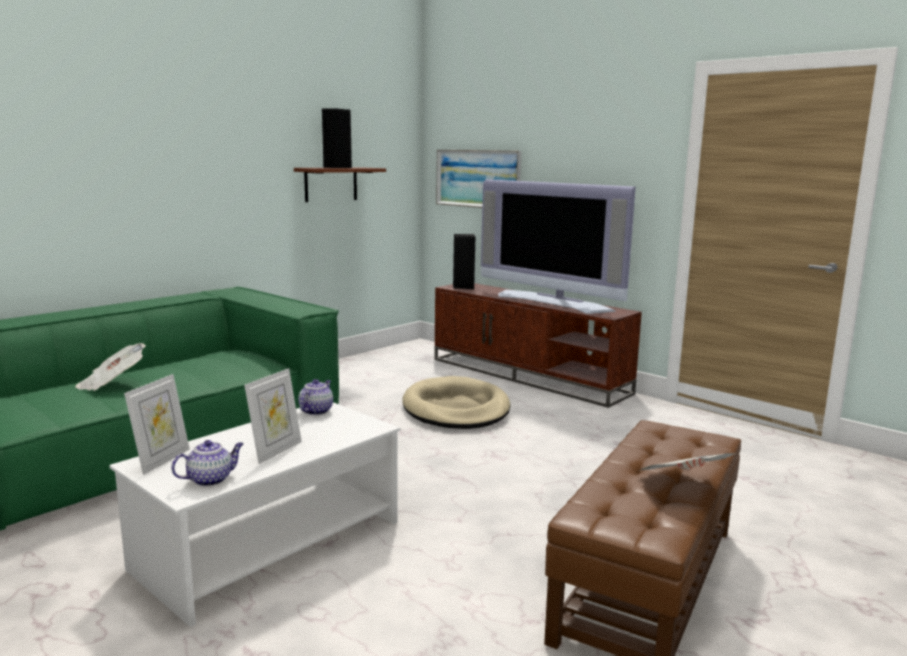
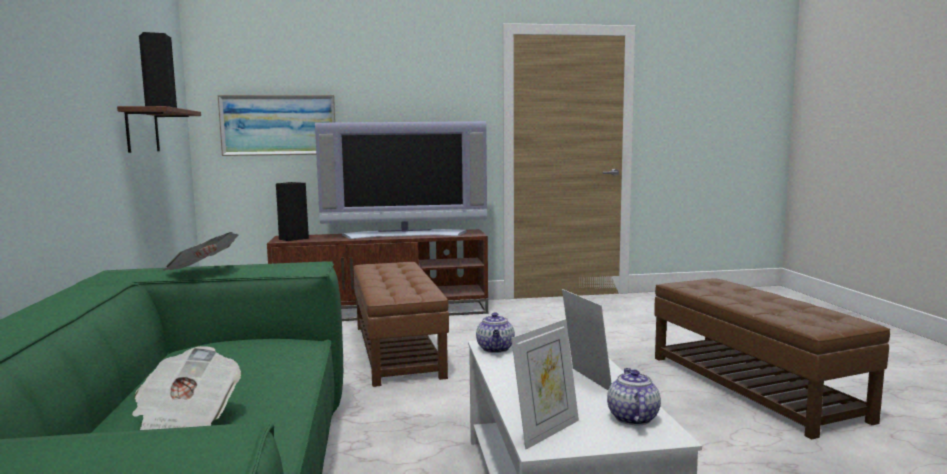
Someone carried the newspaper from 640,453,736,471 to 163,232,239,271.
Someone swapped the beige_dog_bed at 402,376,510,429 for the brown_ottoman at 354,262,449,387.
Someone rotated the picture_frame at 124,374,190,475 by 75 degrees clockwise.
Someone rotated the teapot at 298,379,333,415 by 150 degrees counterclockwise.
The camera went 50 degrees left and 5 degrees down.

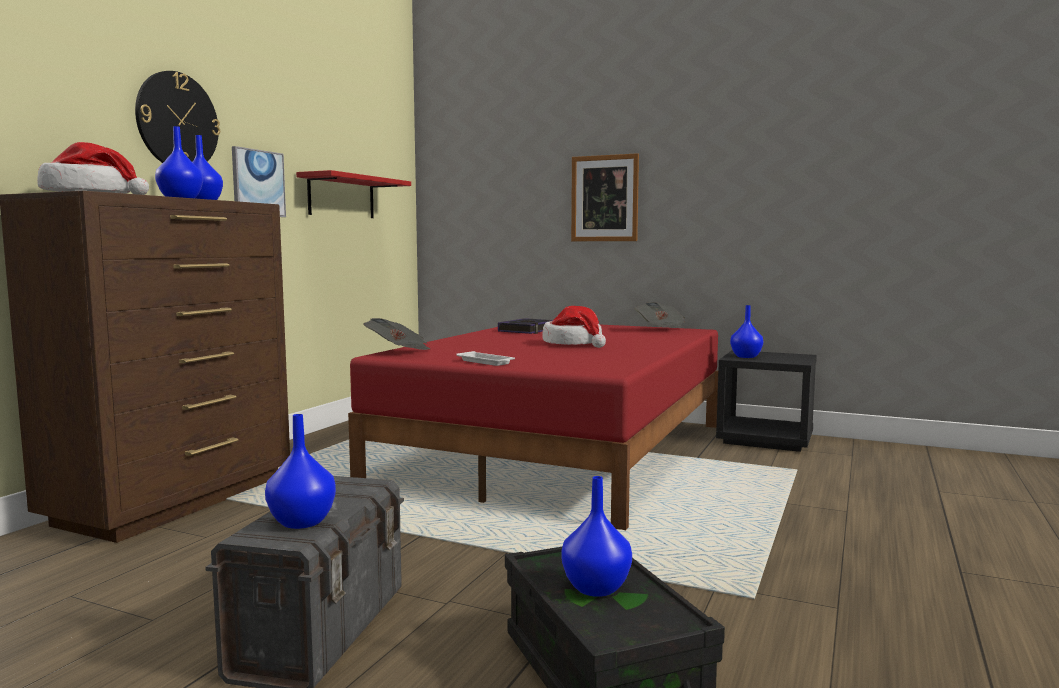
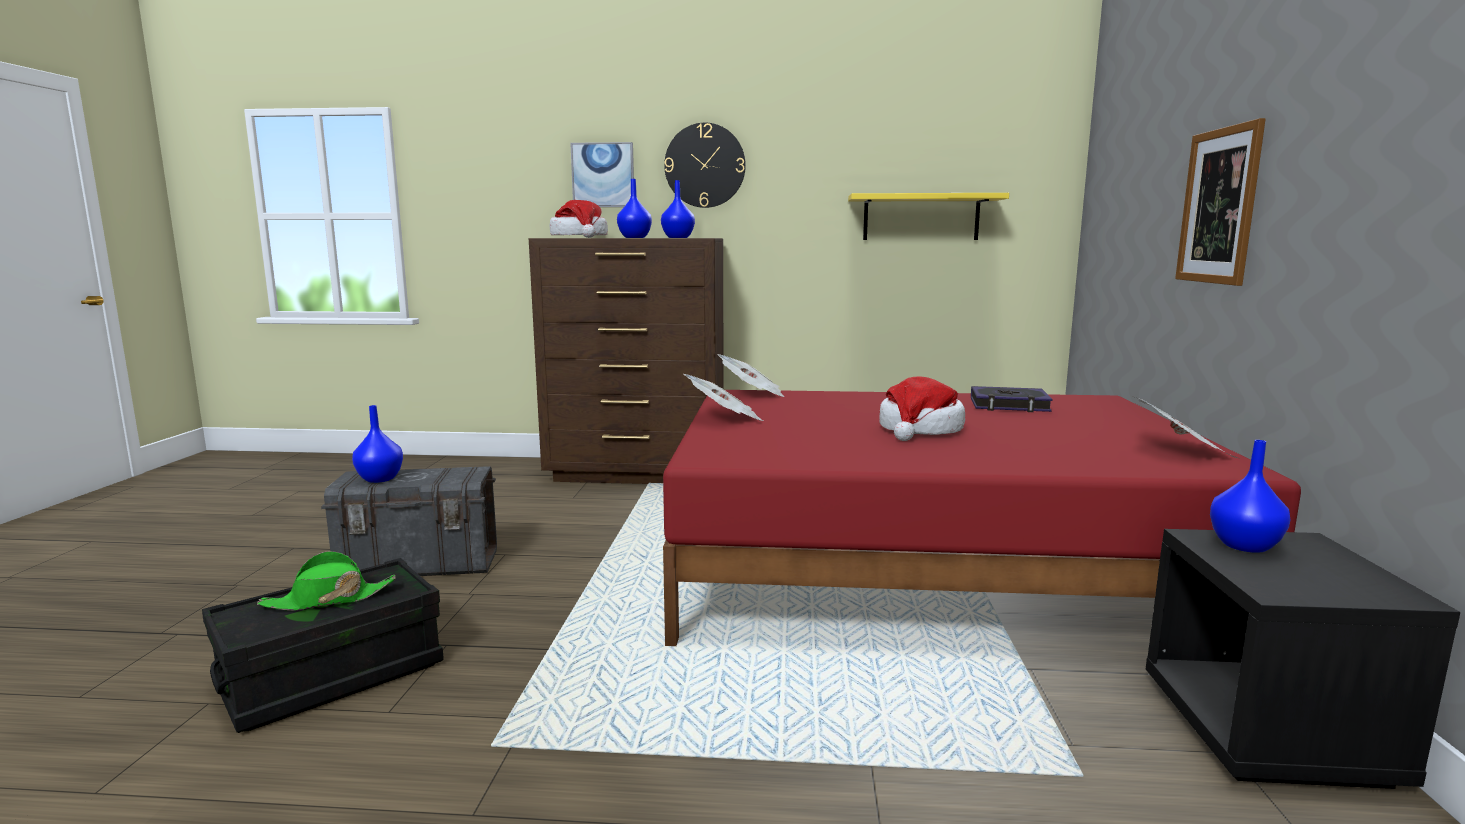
Someone carried the picture from 232,146,286,217 to 570,142,634,207.
Someone swapped the white_tray at 456,351,515,366 for the newspaper at 683,374,763,421.
Someone swapped the blue_vase at 561,476,632,597 for the green_hat at 257,551,396,611.
Someone repainted the red_shelf at 296,170,411,218, which became the yellow_shelf at 848,193,1009,240.
The camera went 70 degrees right and 5 degrees up.

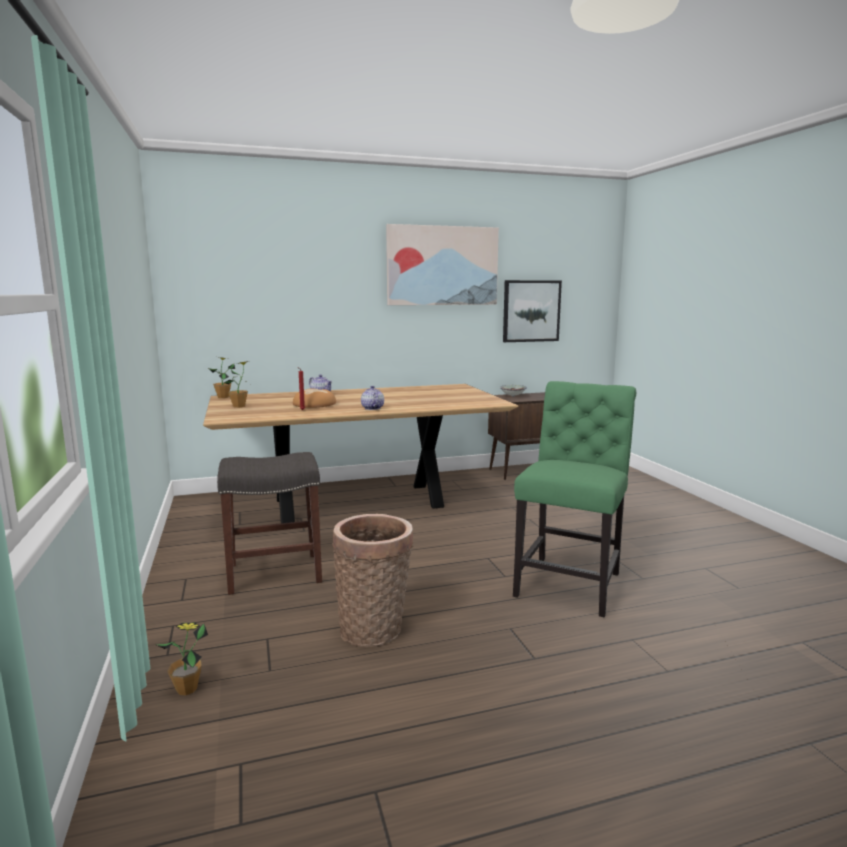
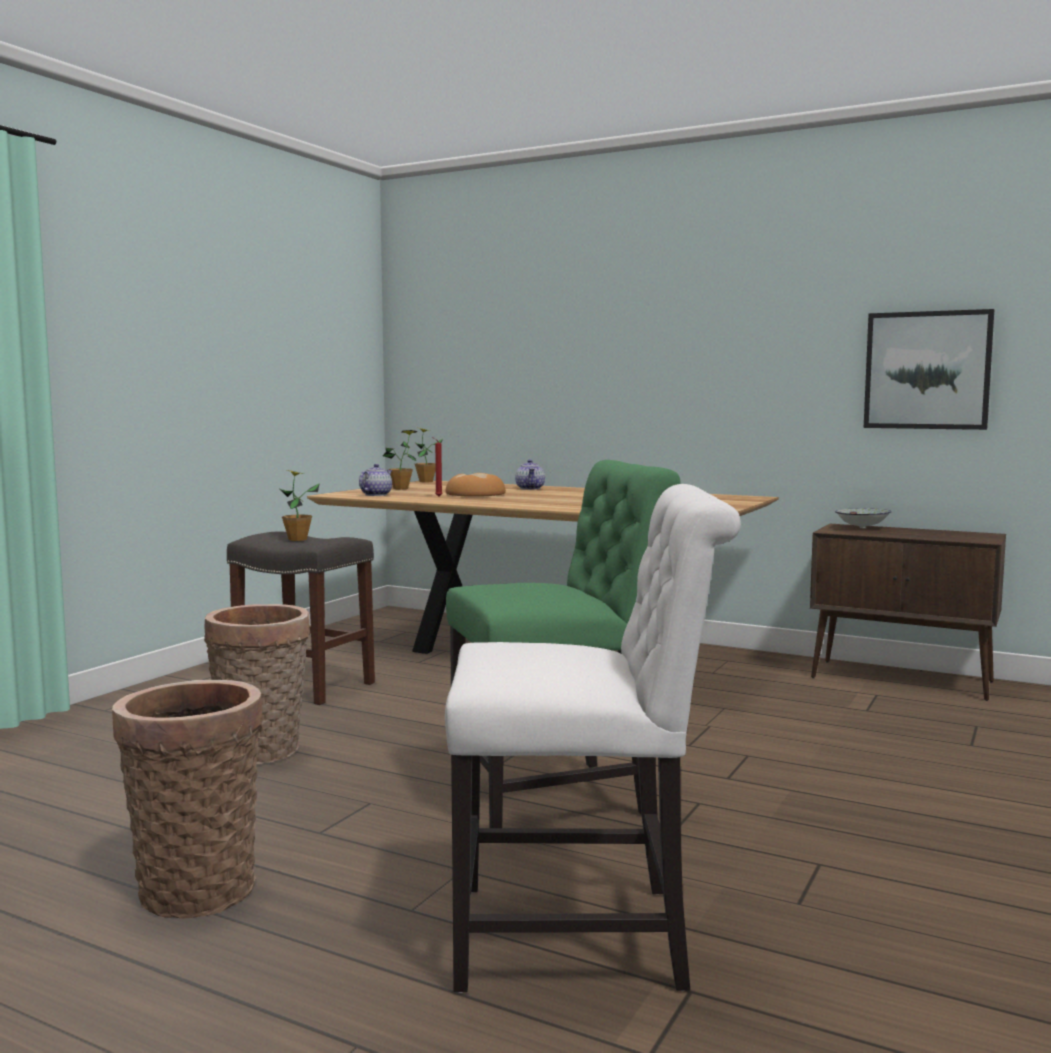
Someone took away the picture at 386,224,499,305.
Someone put down the basket at 112,680,263,919.
Someone put down the white_chair at 445,484,741,993.
Someone carried the potted_plant from 157,623,208,695 to 280,470,320,541.
Someone carried the teapot from 361,386,384,410 to 359,464,392,496.
The camera went 45 degrees right and 5 degrees down.

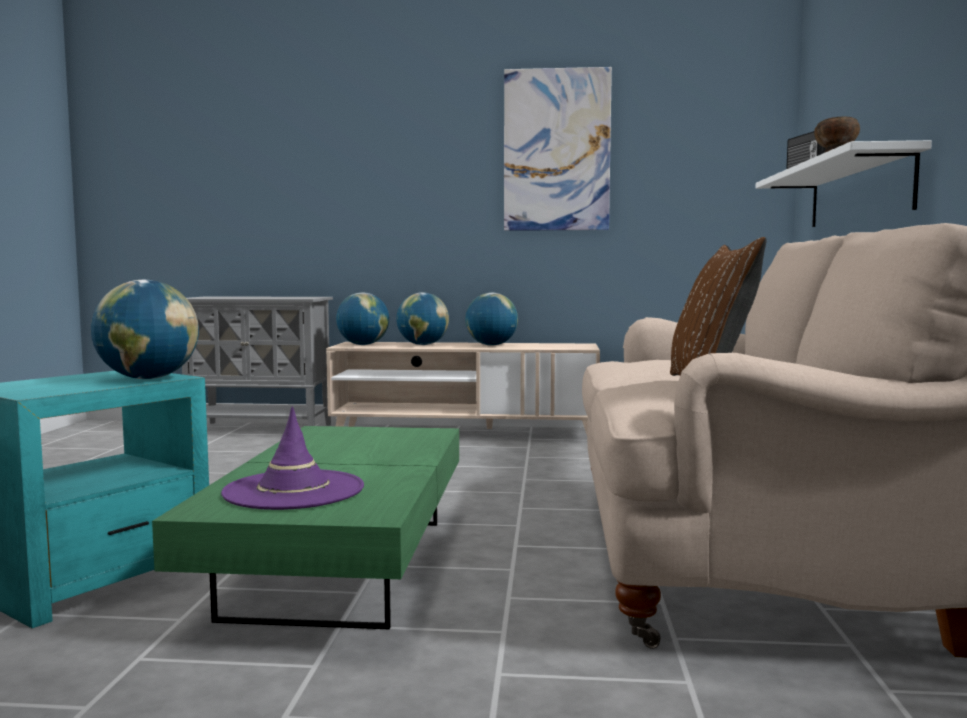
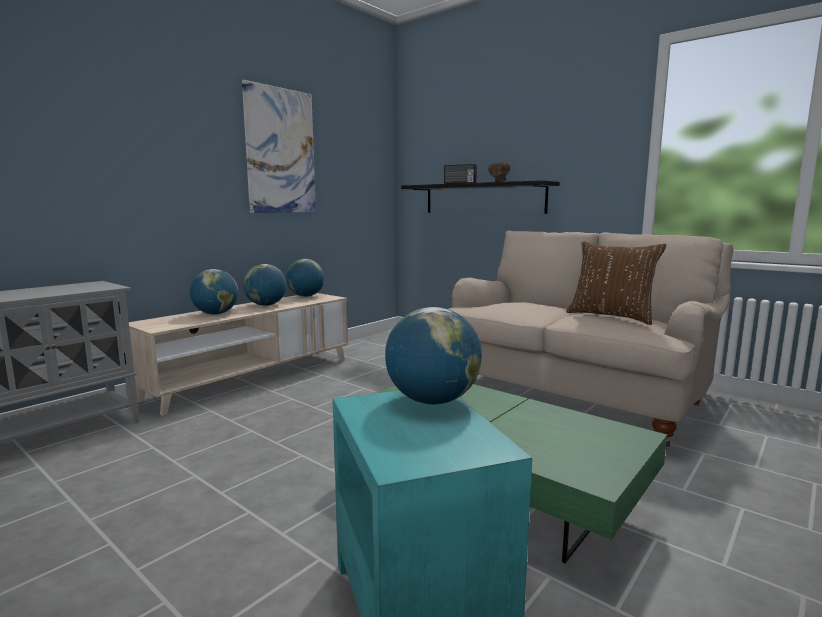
Someone took away the purple_hat at 221,406,364,510.
Someone carried the globe from 336,292,389,345 to 286,259,324,297.
Someone repainted the white_shelf at 756,140,932,227, which became the black_shelf at 401,180,560,214.
The camera went 55 degrees left and 5 degrees up.

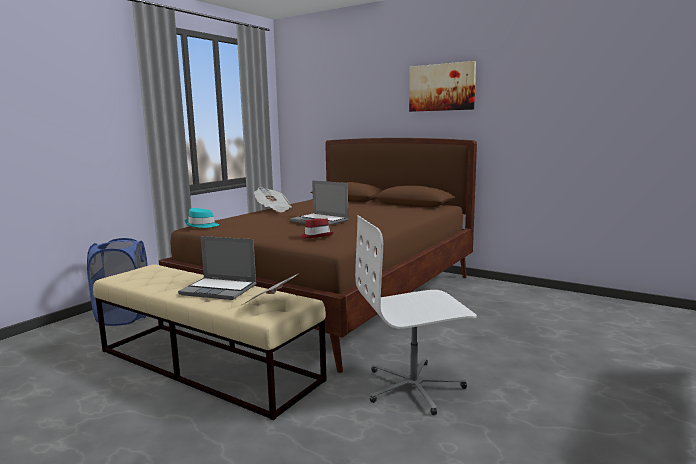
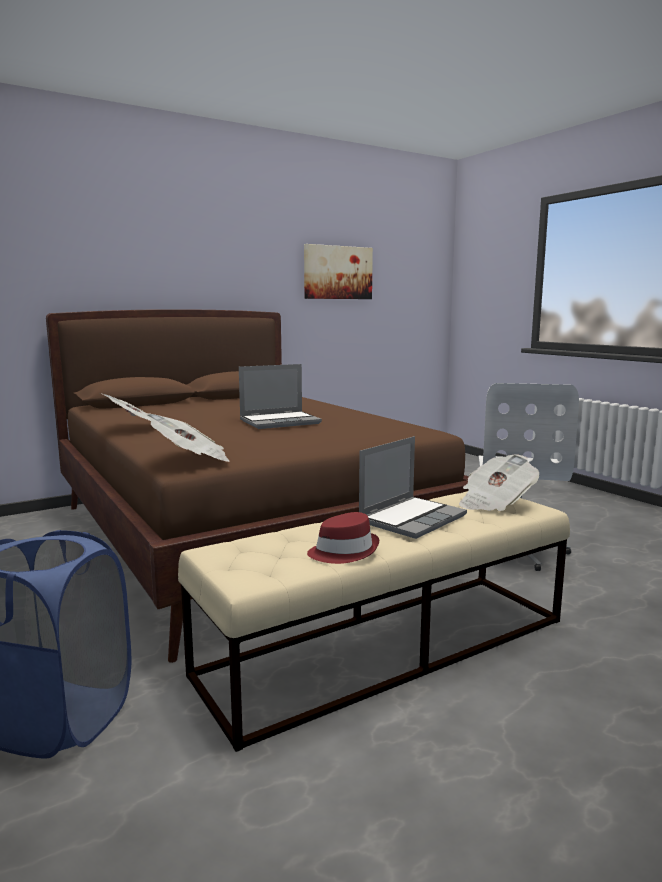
Someone carried the red_hat from 300,219,334,238 to 307,512,379,564.
Someone carried the picture from 409,61,476,112 to 304,244,373,299.
Someone swapped the turquoise_hat at 185,208,219,228 for the newspaper at 145,413,230,462.
The camera went 65 degrees left and 0 degrees up.

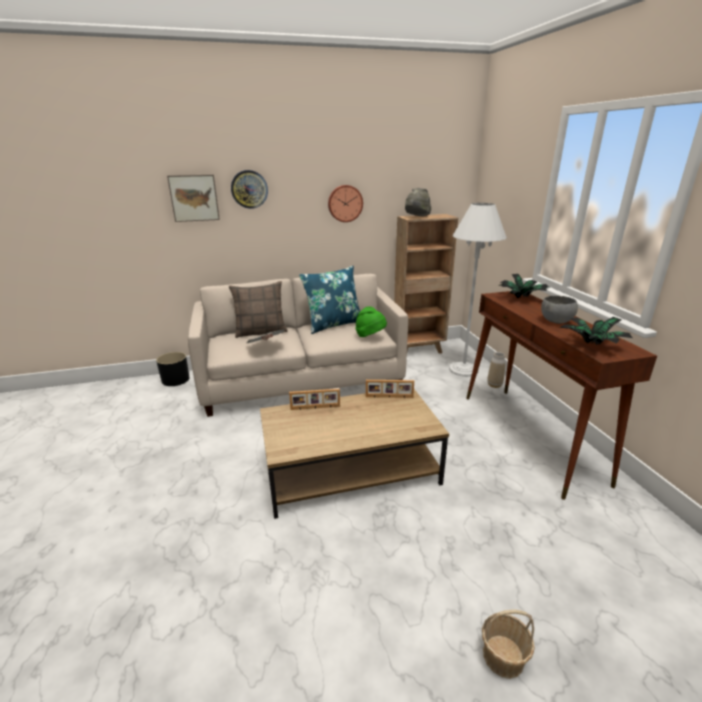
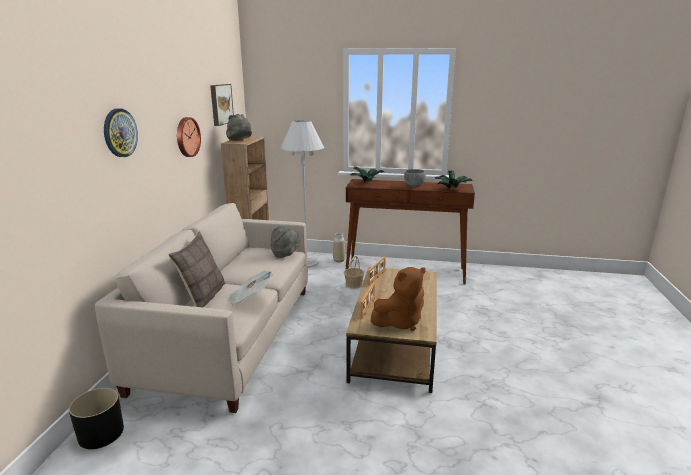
Someone took away the blue_pillow at 299,266,360,334.
Someone put down the brown_plush_toy at 371,267,426,331.
Someone carried the picture from 167,175,220,222 to 210,84,234,126.
Someone carried the basket from 482,609,535,679 to 344,256,365,288.
Someone repainted the green_hat at 356,307,387,337, which became the grey_hat at 270,226,300,258.
The camera went 65 degrees left and 5 degrees down.

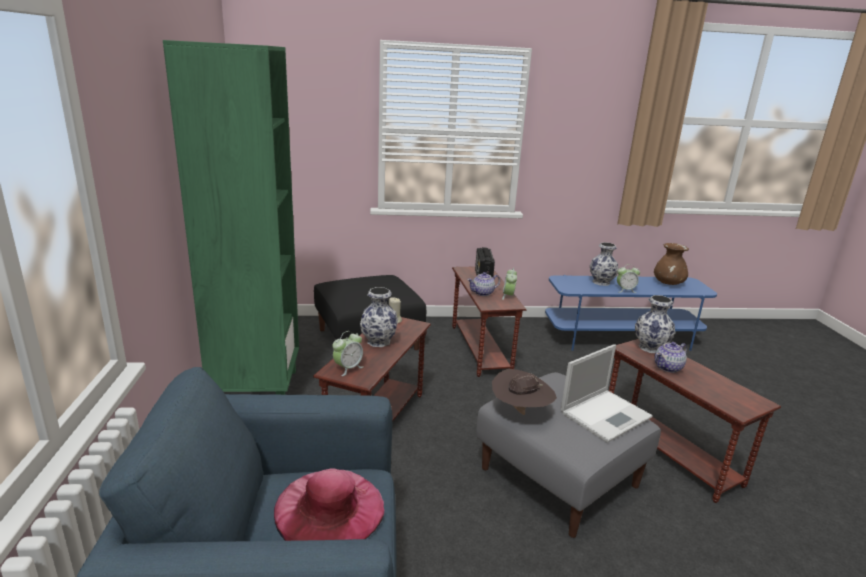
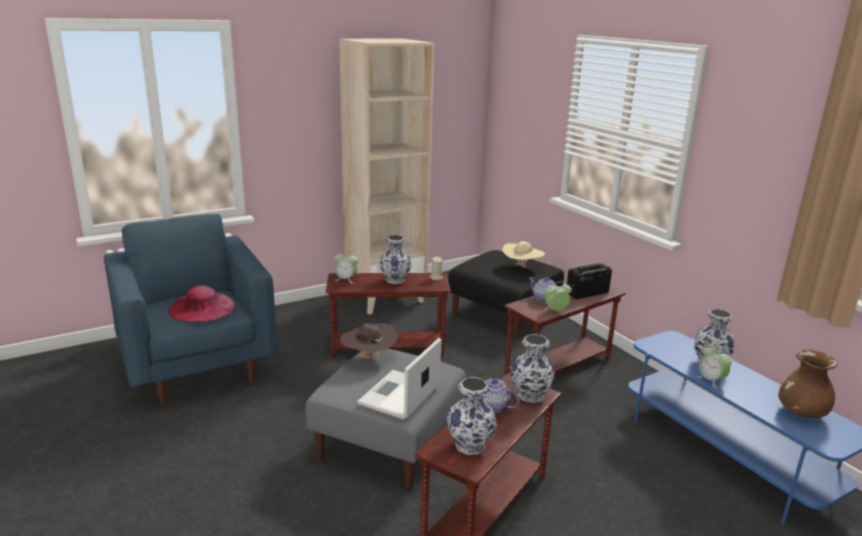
Someone put down the vase at 447,377,497,455.
Someone put down the beige_hat at 502,241,545,268.
Someone repainted the green_bookcase at 163,40,299,395, which became the beige_bookcase at 339,39,435,314.
Someone rotated the laptop at 561,344,653,443 by 90 degrees clockwise.
The camera went 65 degrees right and 0 degrees up.

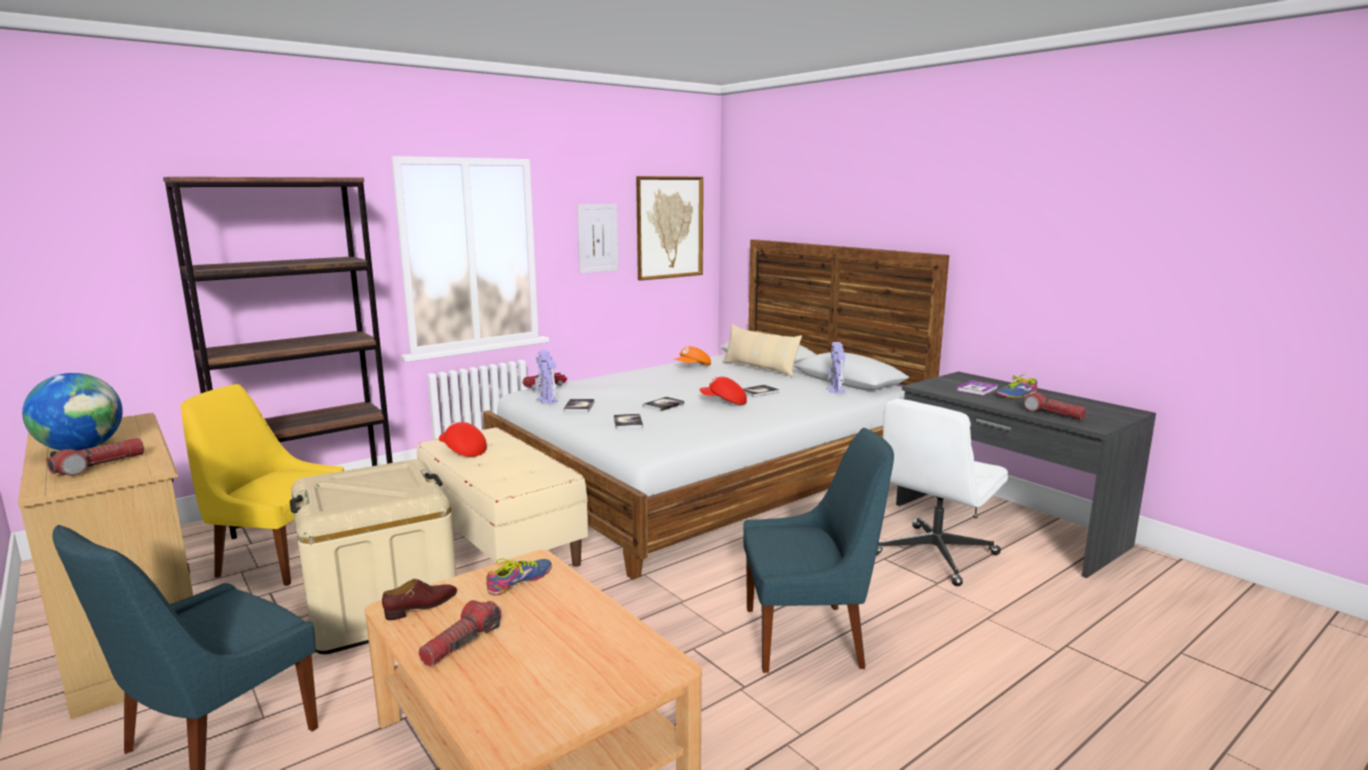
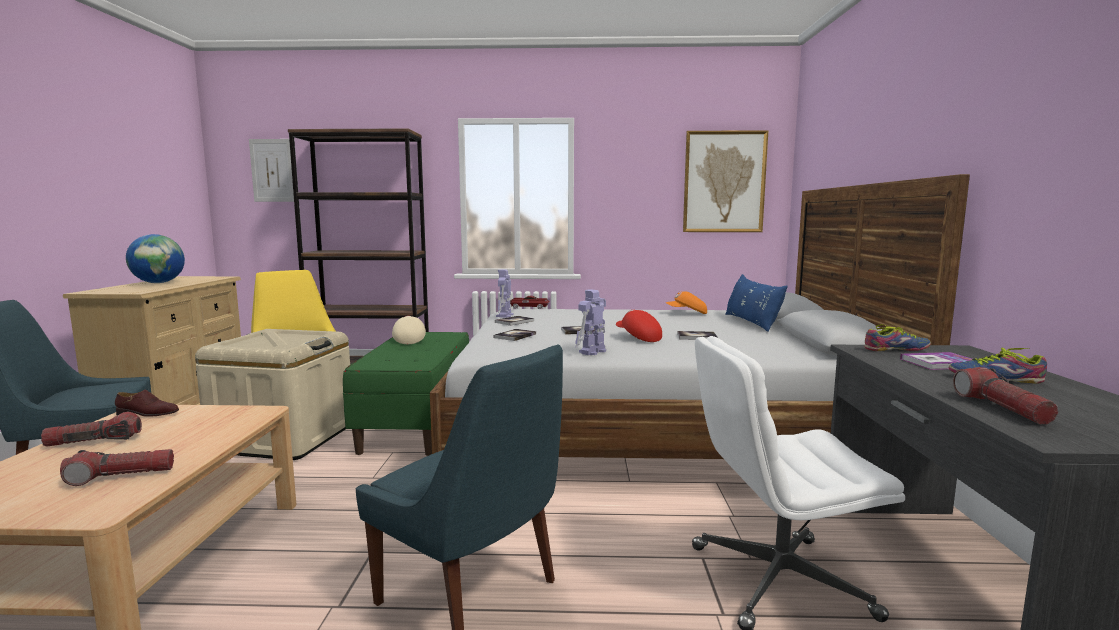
Someone carried the flashlight from 46,438,144,476 to 60,449,174,486.
Someone carried the shoe from 486,558,552,595 to 864,324,931,351.
Someone carried the picture from 577,204,618,274 to 249,139,294,202.
Someone carried the toy_robot from 827,342,845,394 to 575,290,606,355.
Someone repainted the beige_bench at 417,427,588,567, which became the green_bench at 343,332,469,456.
Someone repainted the red_cap at 439,422,487,457, which became the beige_cap at 392,316,426,344.
Someone repainted the beige_pillow at 722,324,802,377, which became the blue_pillow at 725,274,788,332.
The camera went 40 degrees right and 5 degrees down.

